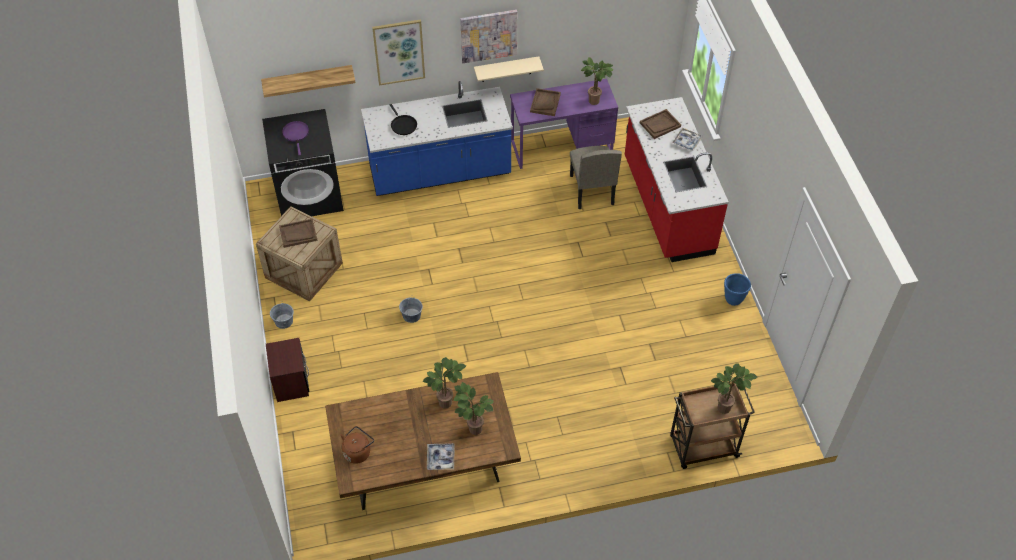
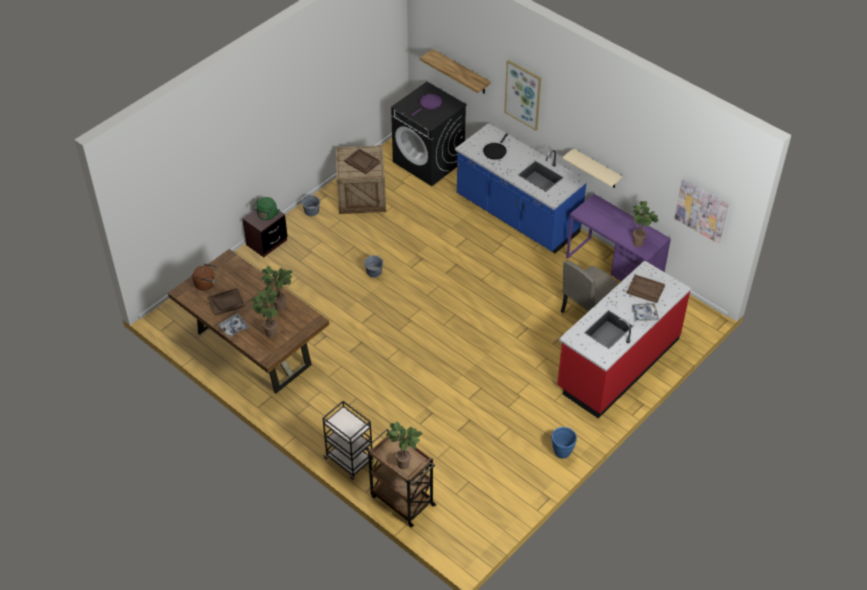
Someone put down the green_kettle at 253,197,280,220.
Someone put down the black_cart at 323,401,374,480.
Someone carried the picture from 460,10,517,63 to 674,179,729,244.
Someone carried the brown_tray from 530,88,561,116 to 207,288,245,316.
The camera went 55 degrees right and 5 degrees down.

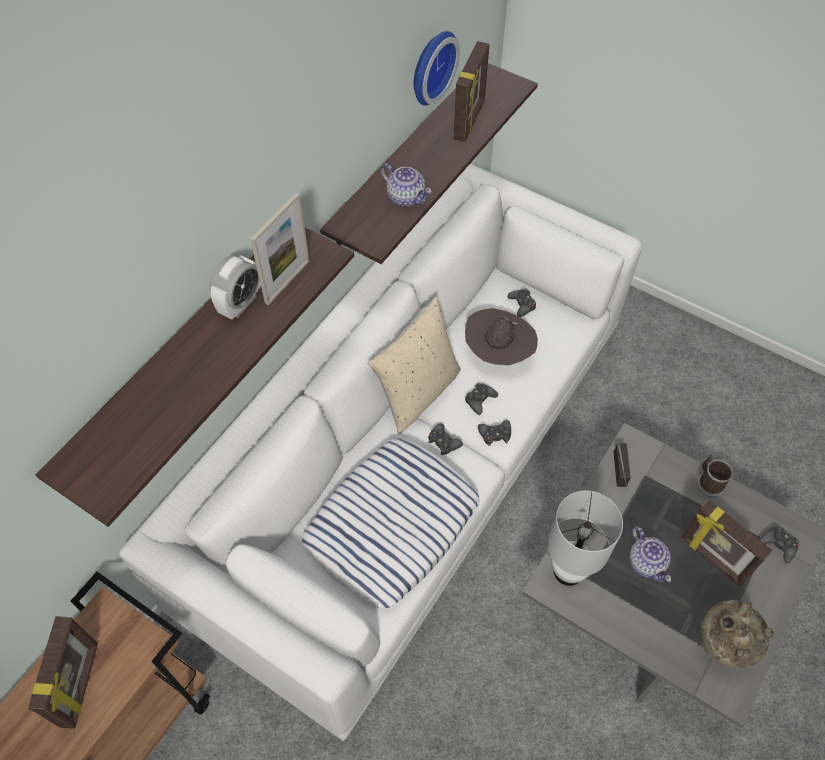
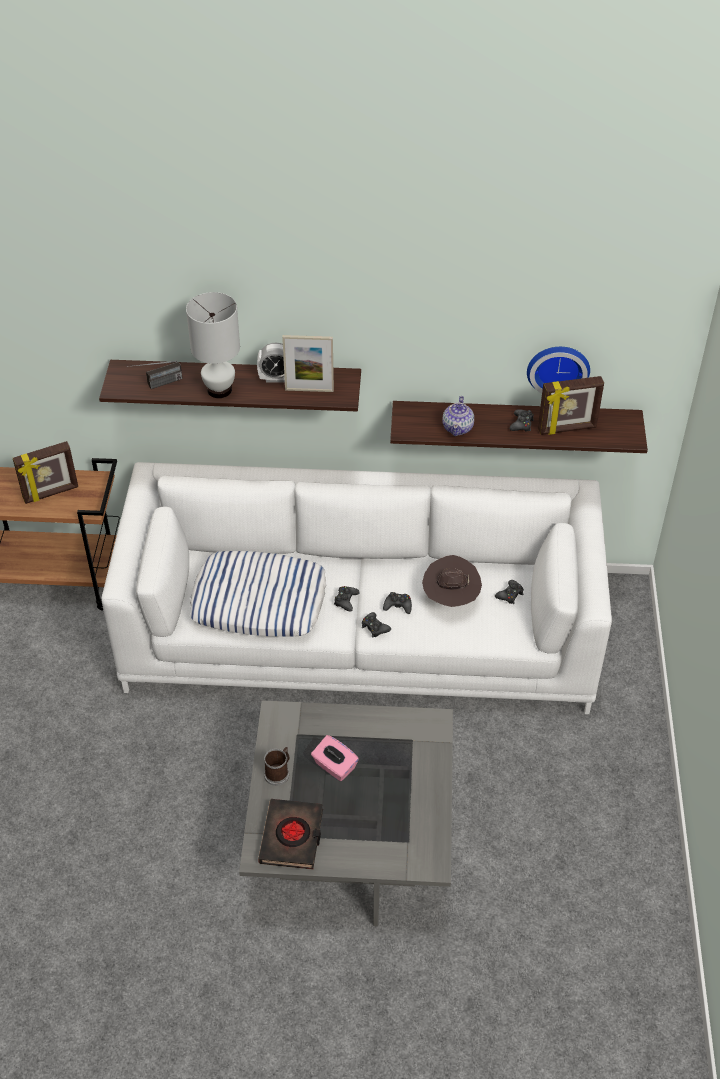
Someone took away the beige_pillow at 368,296,461,434.
Someone took away the picture_frame at 681,500,773,586.
Someone carried the white_table_lamp from 548,490,623,586 to 186,292,240,398.
Someone carried the radio from 614,443,631,491 to 127,361,183,389.
Someone carried the mug from 697,455,733,498 to 264,747,289,786.
Someone carried the black_game_controller from 759,526,799,563 to 509,409,534,432.
Someone swapped the teapot at 629,526,671,582 for the pink_tissue_box at 311,735,359,781.
Someone swapped the beige_vase at 701,600,774,668 for the black_book at 258,799,323,870.
The camera went 60 degrees right and 10 degrees down.

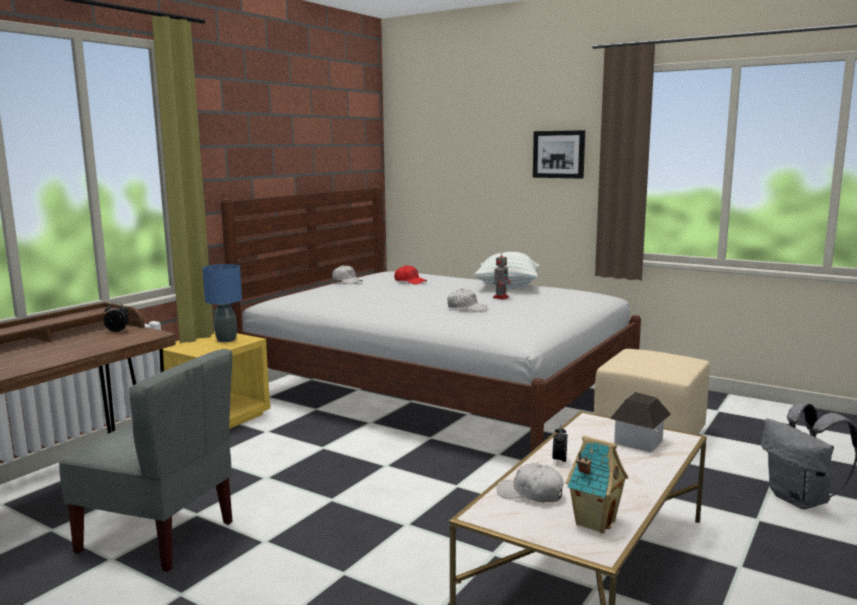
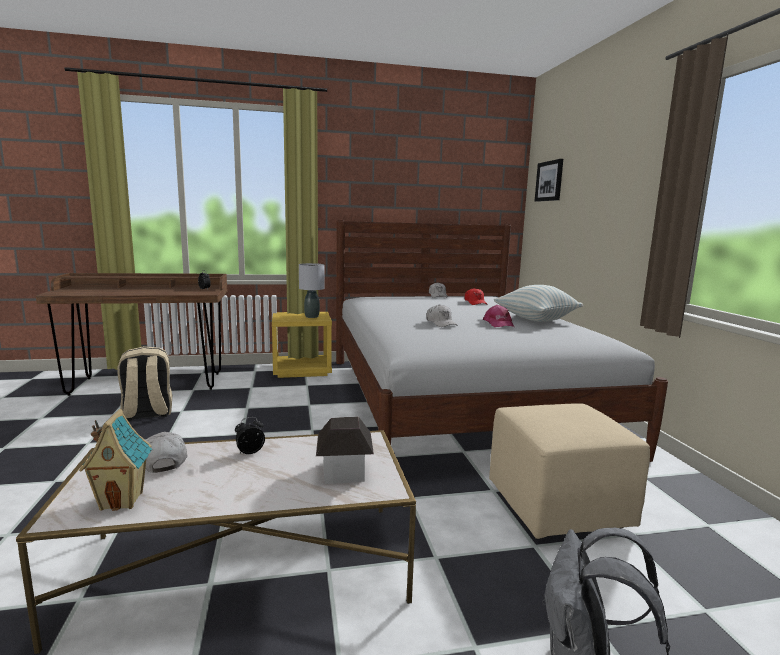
Someone carried the picture from 533,130,585,179 to 535,159,563,202.
Someone swapped the grey_chair at 59,349,232,572 for the beige_backpack at 117,346,172,421.
Someone swapped the toy_robot at 493,251,511,300 for the pink_cap at 483,305,514,327.
Someone repainted the blue_table_lamp at 202,264,242,342, which became the grey_table_lamp at 299,263,325,318.
The camera went 45 degrees right and 0 degrees up.

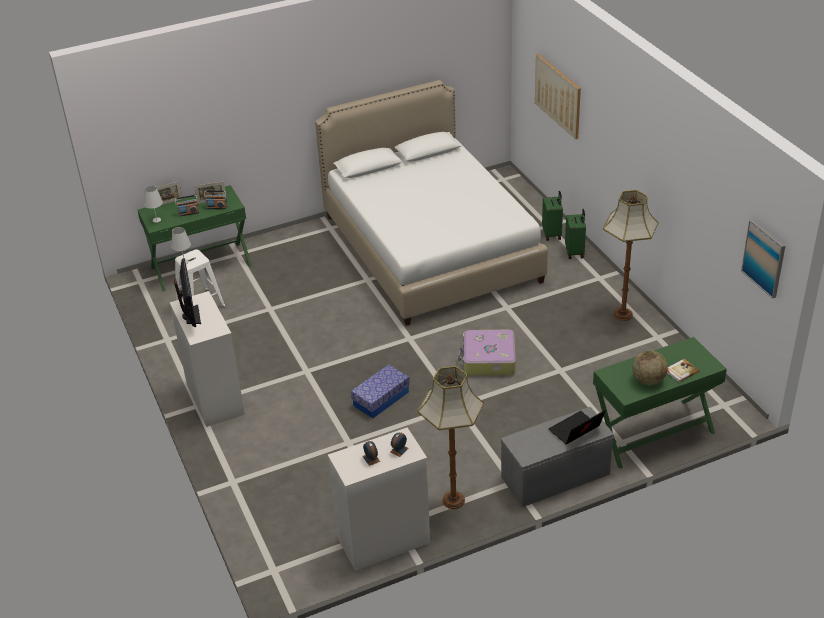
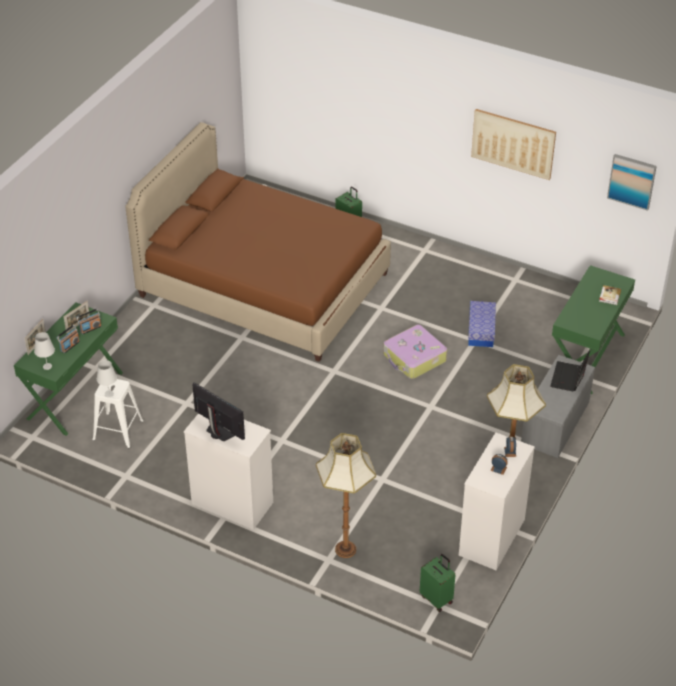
Someone took away the globe at 632,350,668,385.
Someone carried the storage_box from 351,365,410,418 to 468,301,496,347.
Someone carried the picture from 535,54,581,139 to 471,109,556,180.
Someone carried the green_suitcase from 565,209,586,259 to 420,554,455,612.
Someone carried the floor_lamp from 603,190,658,321 to 316,433,376,558.
Someone repainted the white_bed at 315,80,548,326, which became the brown_bed at 125,122,391,362.
The camera went 40 degrees left and 5 degrees up.

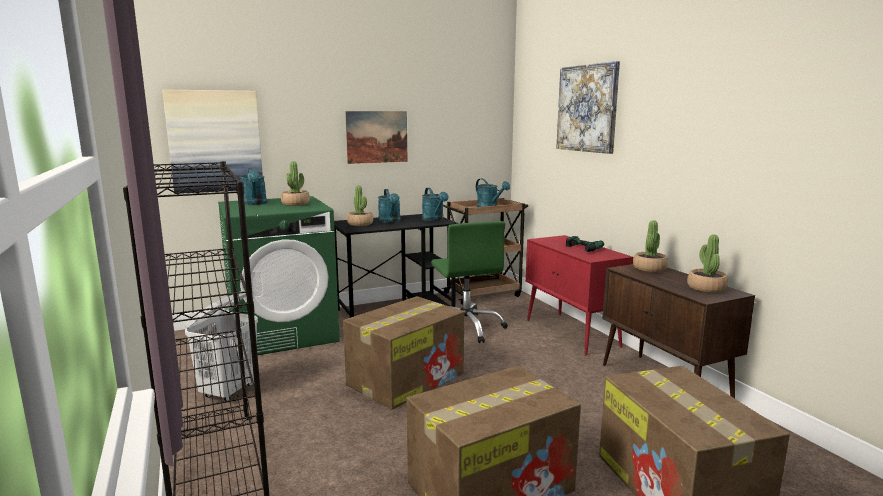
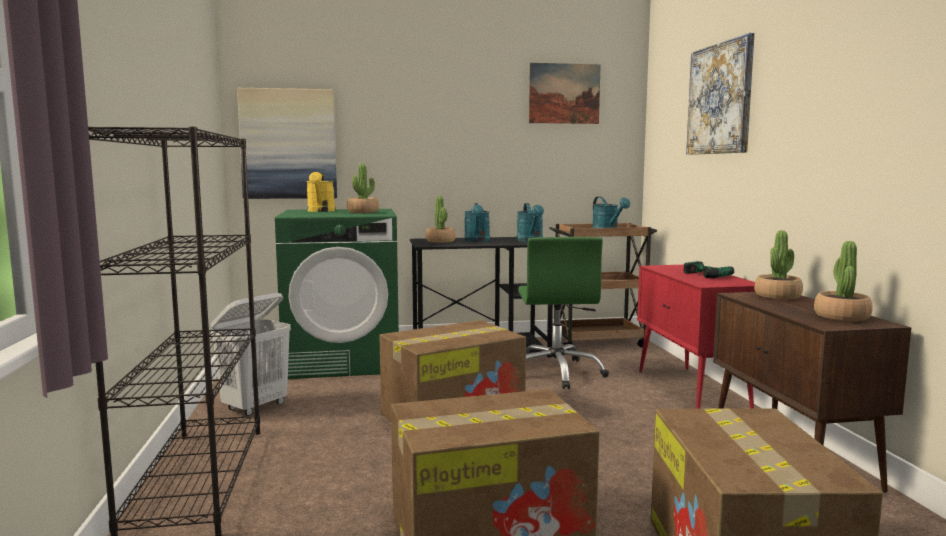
Someone carried the picture from 345,111,408,164 to 529,63,601,124.
Someone repainted the turquoise_watering_can at 239,168,267,205, which became the yellow_watering_can at 306,172,335,212.
The camera went 15 degrees right and 5 degrees down.

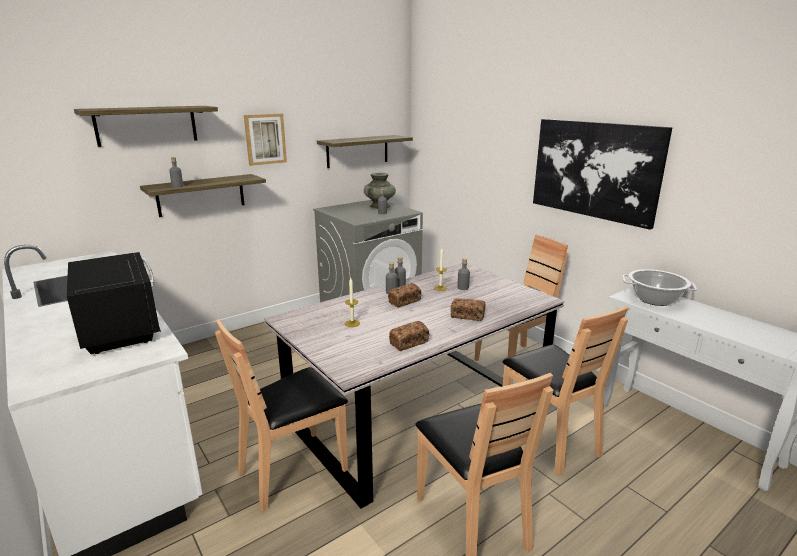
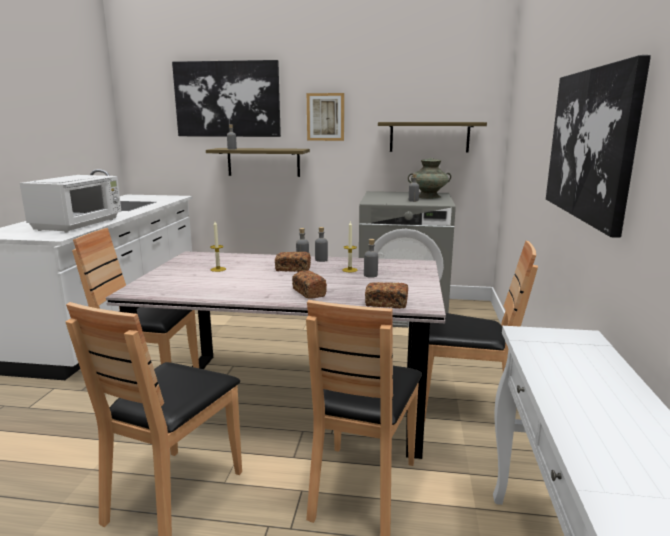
Someone took away the cooking_pot at 622,269,697,306.
Someone carried the bread from 389,321,429,351 to 365,282,408,308.
Someone swapped the shelf at 74,106,218,147 for the picture at 172,60,281,137.
Someone repainted the black_microwave at 67,252,161,354, which became the white_microwave at 20,175,121,233.
The camera went 45 degrees right and 5 degrees down.

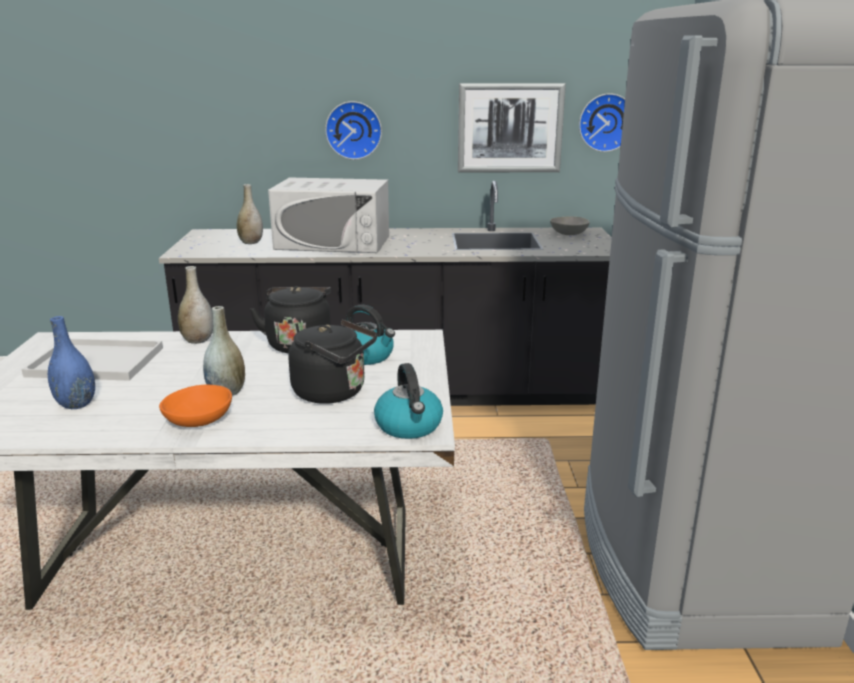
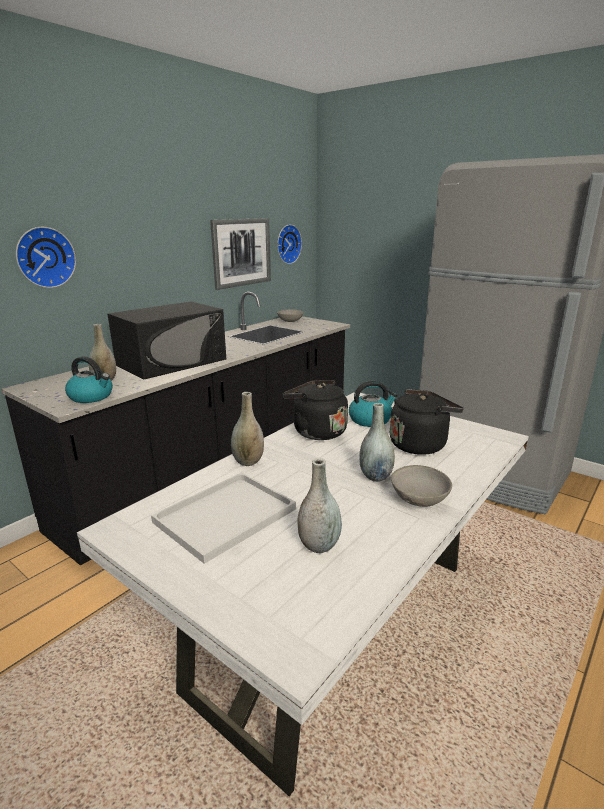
Someone carried the wall_clock from 325,101,382,160 to 16,227,76,288.
Someone carried the kettle from 374,363,443,439 to 65,356,113,403.
Someone repainted the blue_vase at 48,316,95,409, which became the grey_vase at 297,458,342,553.
Someone repainted the orange_bowl at 159,385,232,427, which became the grey_bowl at 391,465,452,507.
Someone repainted the white_microwave at 268,178,389,253, which became the black_microwave at 108,301,226,380.
The camera went 50 degrees left and 0 degrees up.

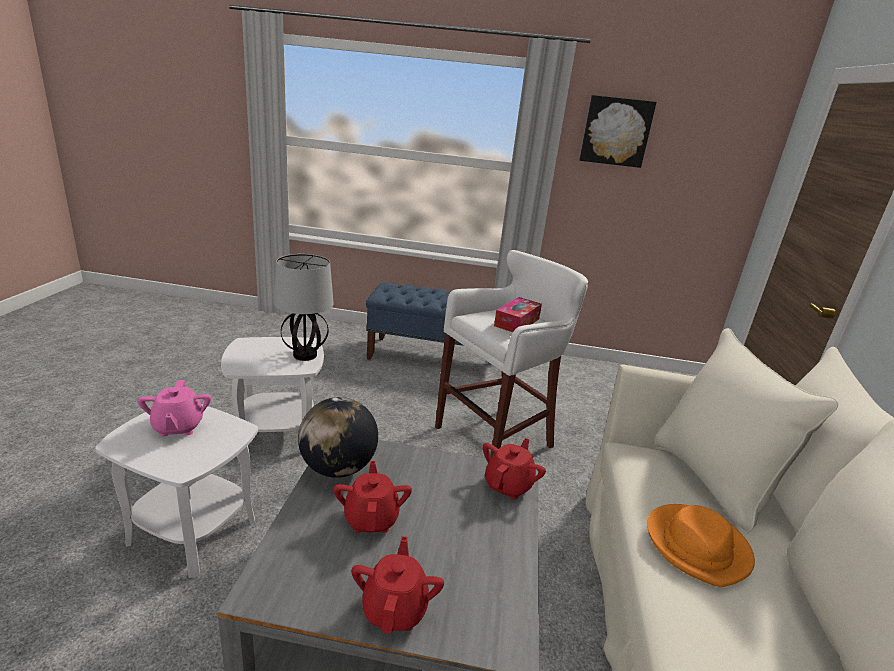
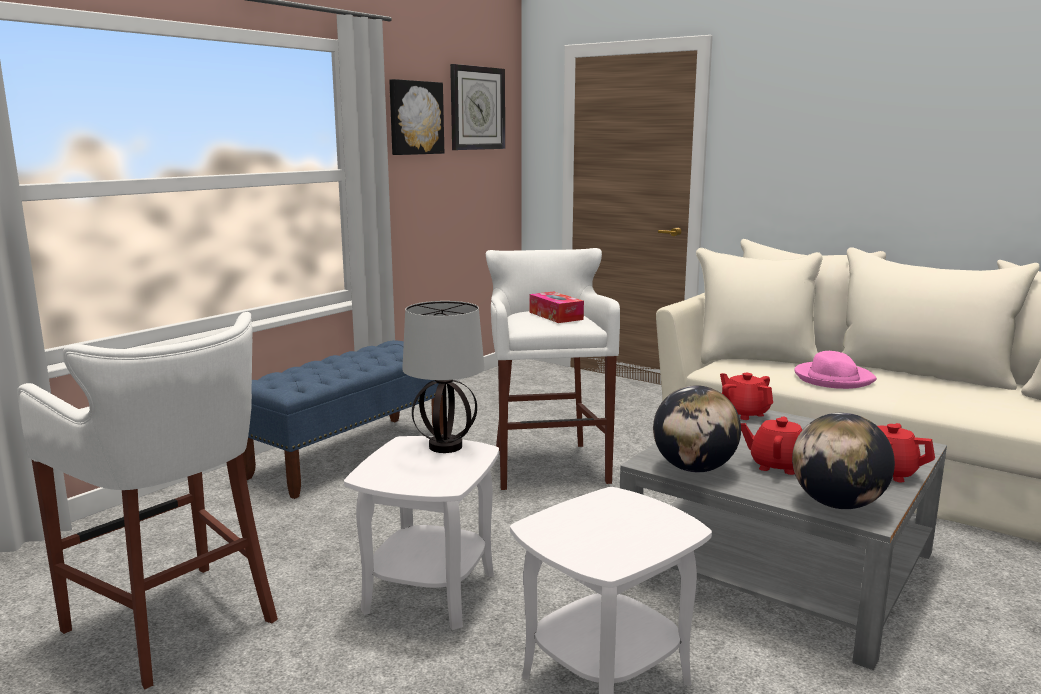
Someone took away the pink_teapot at 137,380,211,437.
Someone put down the white_stool at 17,312,278,690.
Someone put up the wall_clock at 450,64,505,150.
Someone put down the globe at 792,413,895,509.
Someone repainted the orange_hat at 647,504,755,587, which became the pink_hat at 794,351,877,389.
The camera went 60 degrees left and 10 degrees down.

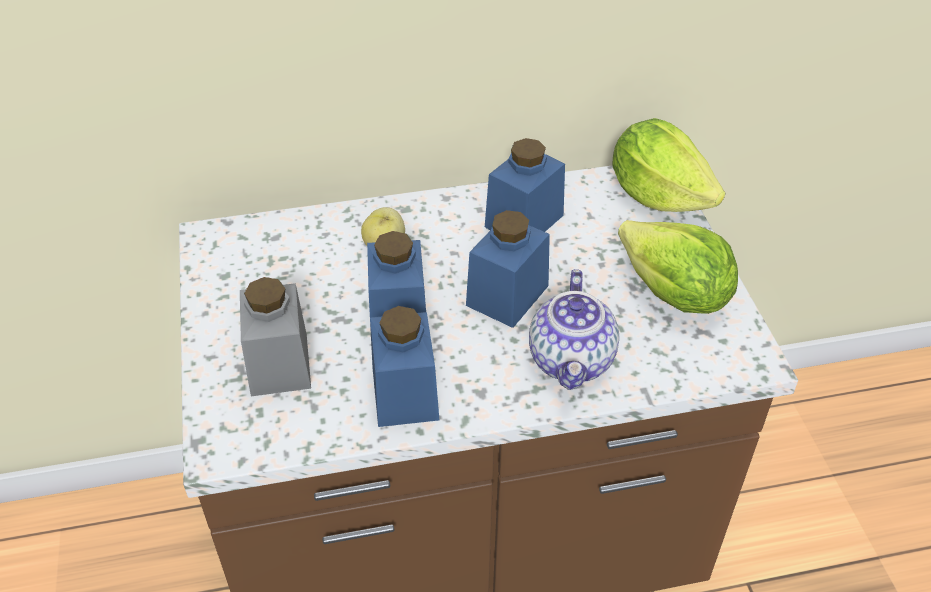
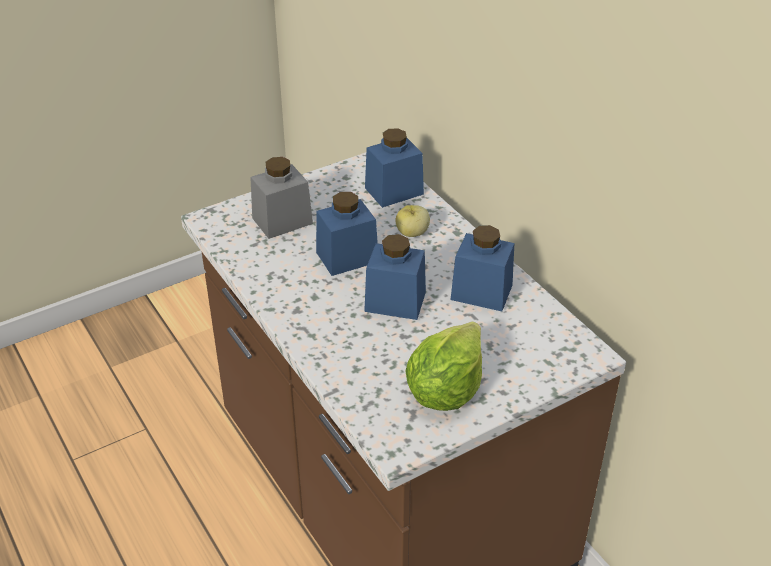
Someone took away the teapot at 529,269,619,390.
Someone took away the lettuce at 612,118,726,212.
Someone carried the blue_jar from 370,306,439,427 to 365,128,424,208.
The camera went 70 degrees right and 5 degrees down.

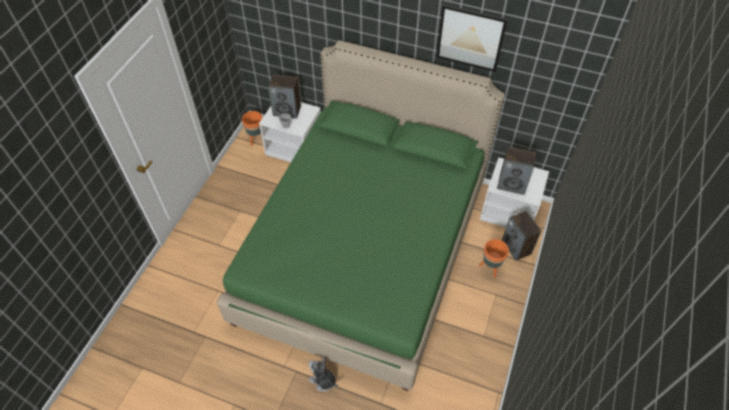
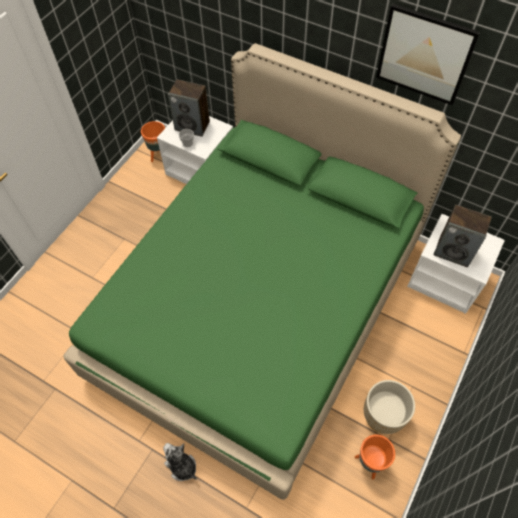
Someone took away the speaker at 502,211,541,261.
Someone put down the beige_planter at 364,380,415,434.
Someone carried the orange_planter from 479,239,509,278 to 355,434,395,479.
The camera went 10 degrees right and 5 degrees up.

